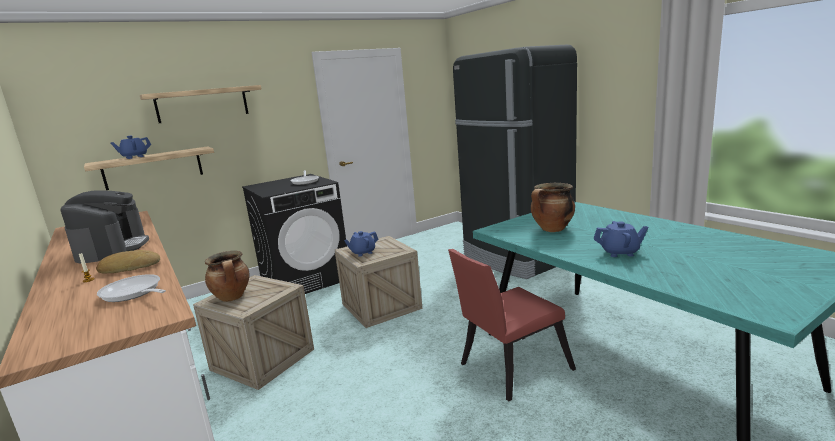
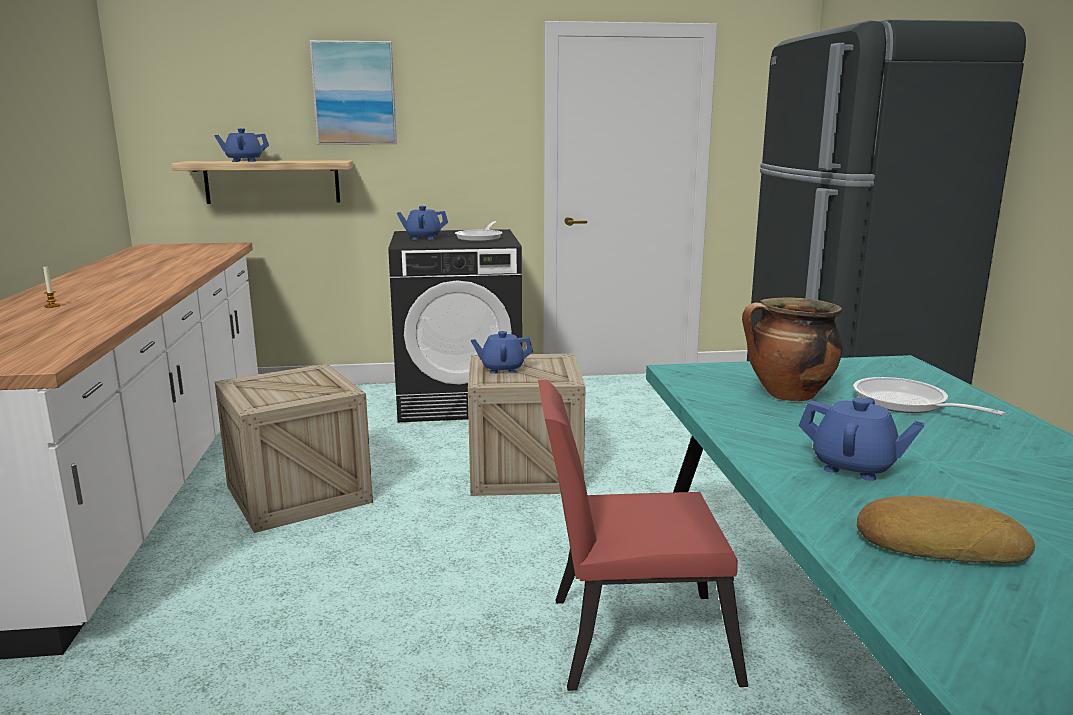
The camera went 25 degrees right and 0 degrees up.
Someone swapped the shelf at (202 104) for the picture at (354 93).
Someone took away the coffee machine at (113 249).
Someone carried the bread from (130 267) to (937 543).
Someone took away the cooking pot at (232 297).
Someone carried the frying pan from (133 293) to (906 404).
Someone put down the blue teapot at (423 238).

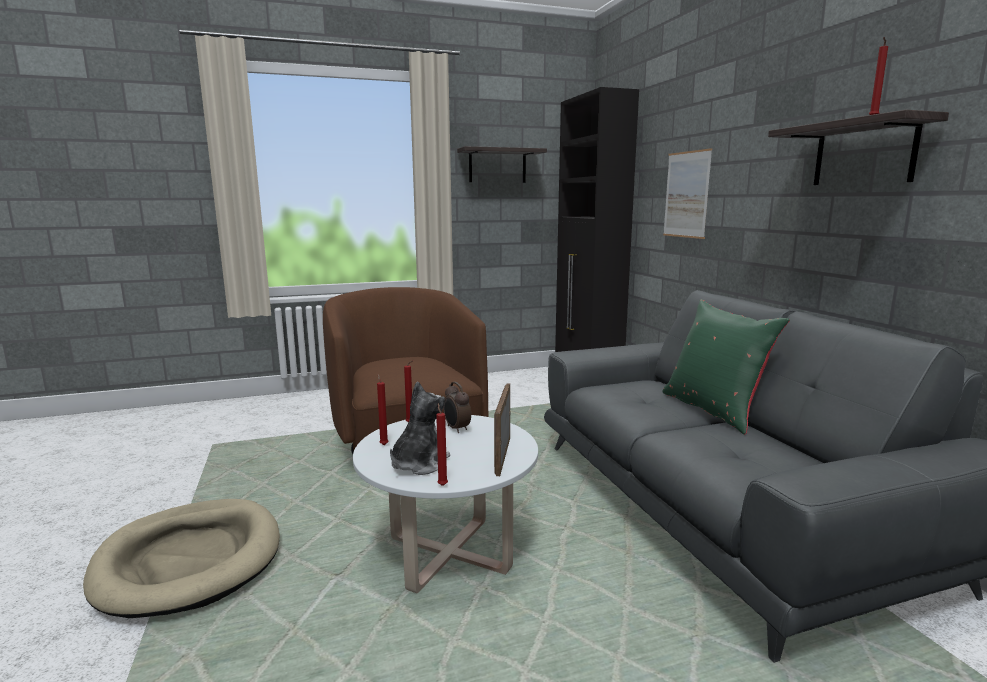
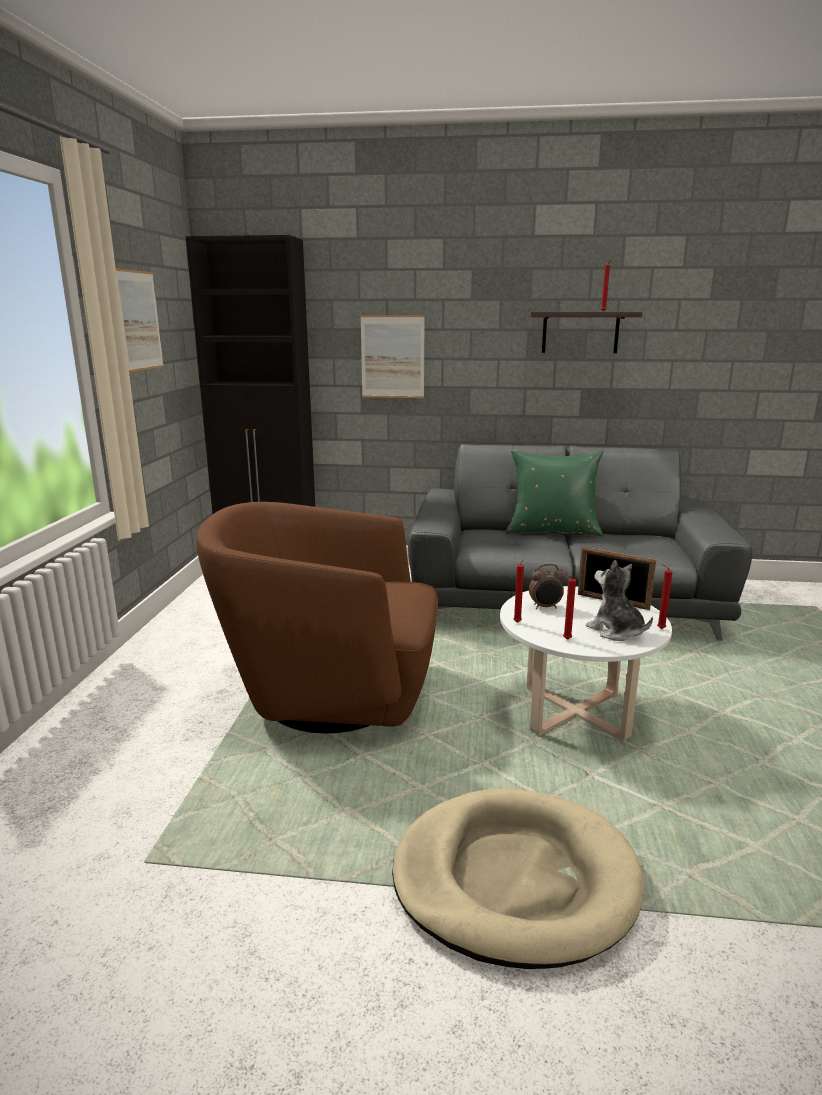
The camera went 65 degrees left and 5 degrees up.
Someone swapped the shelf at (497 166) for the picture at (139 321).

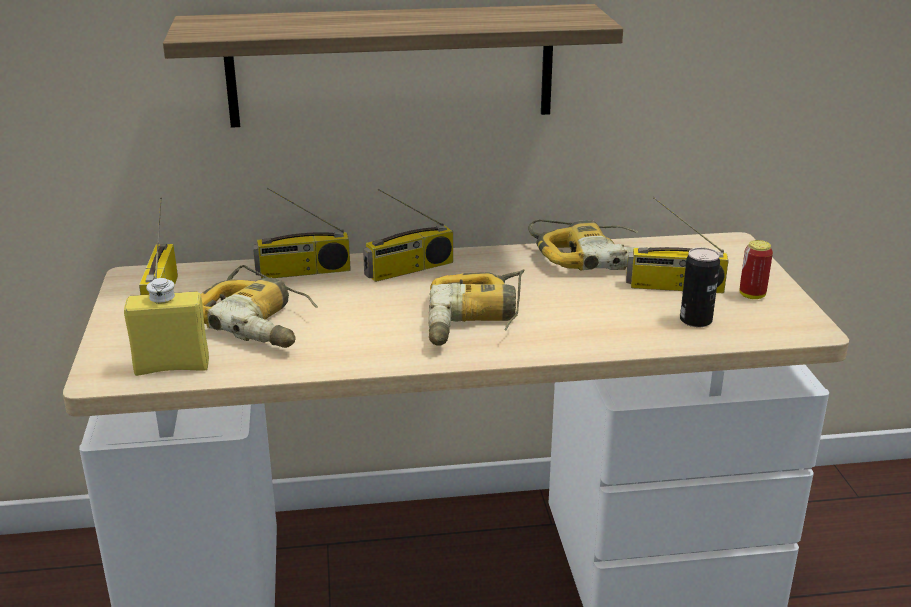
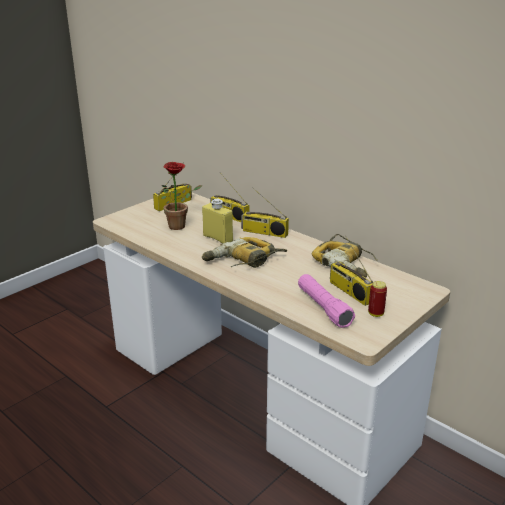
The camera went 50 degrees right and 0 degrees up.
Someone took away the shelf at (391 65).
Someone swapped the can at (695 320) for the pink flashlight at (323 308).
Someone swapped the power drill at (260 321) for the potted plant at (180 226).
Someone carried the yellow bottle from (172 367) to (218 238).

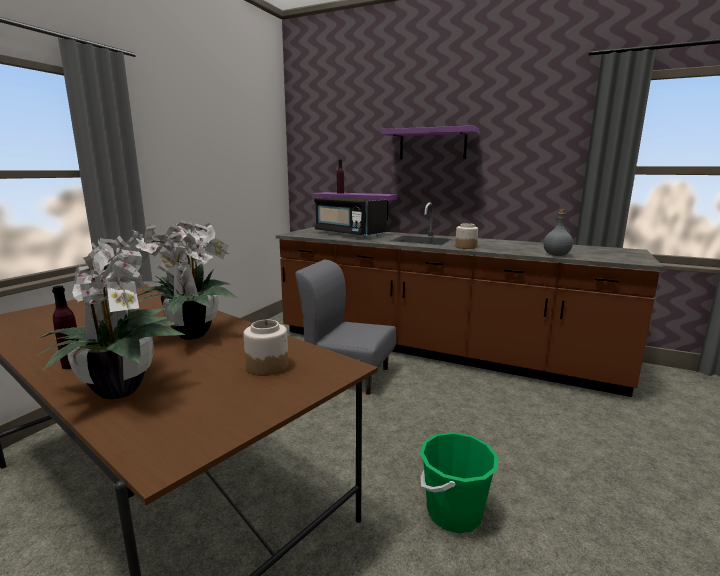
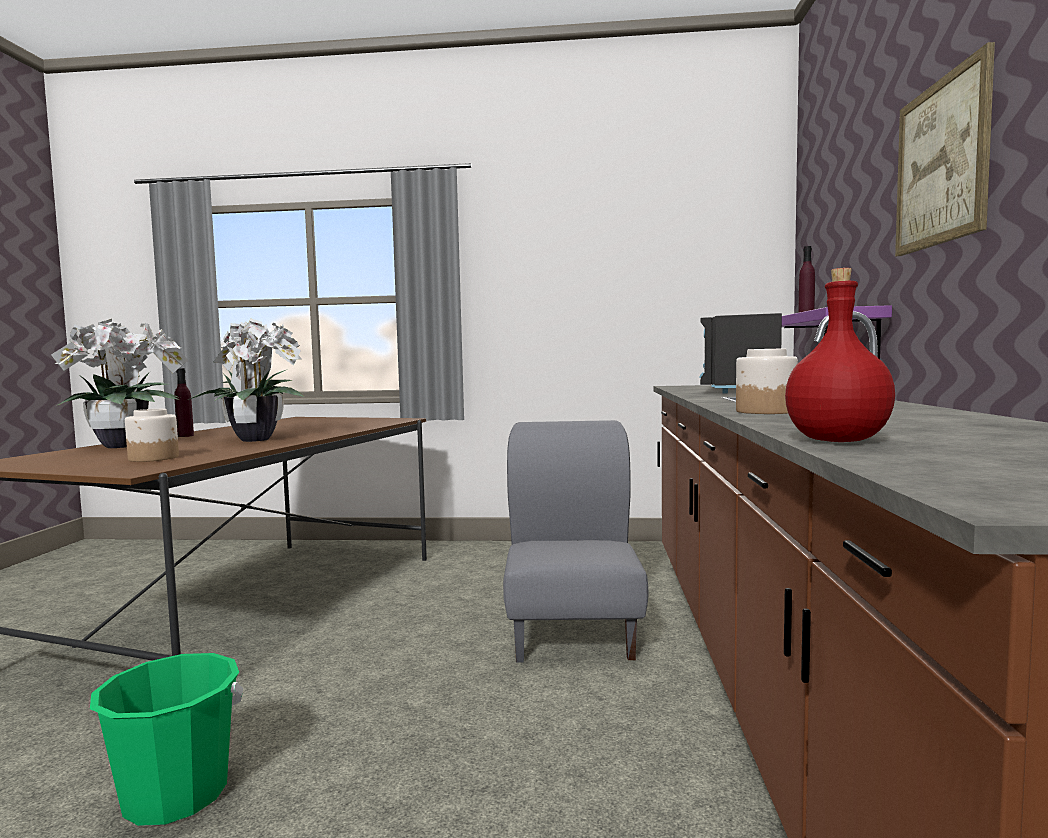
The camera went 70 degrees right and 10 degrees down.
Someone swapped the purple shelf at (432 144) for the picture at (941 163).
Someone repainted the grey bottle at (556 255), which became the red bottle at (835 441).

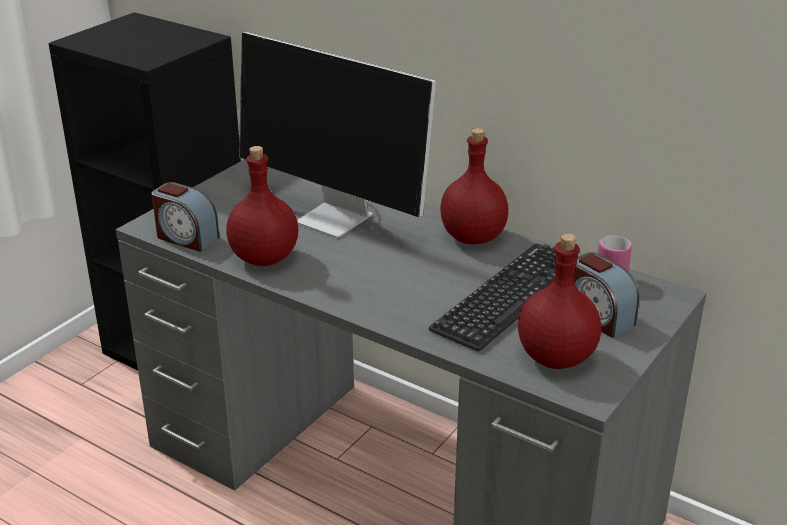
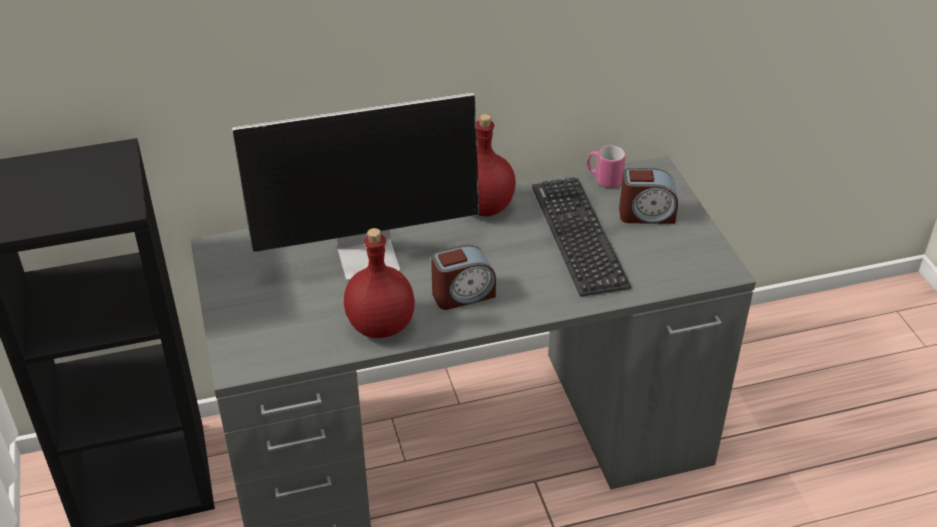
The camera went 50 degrees left and 10 degrees up.
Someone carried the alarm clock from (186 238) to (463 294).
Someone took away the red bottle at (557 357).

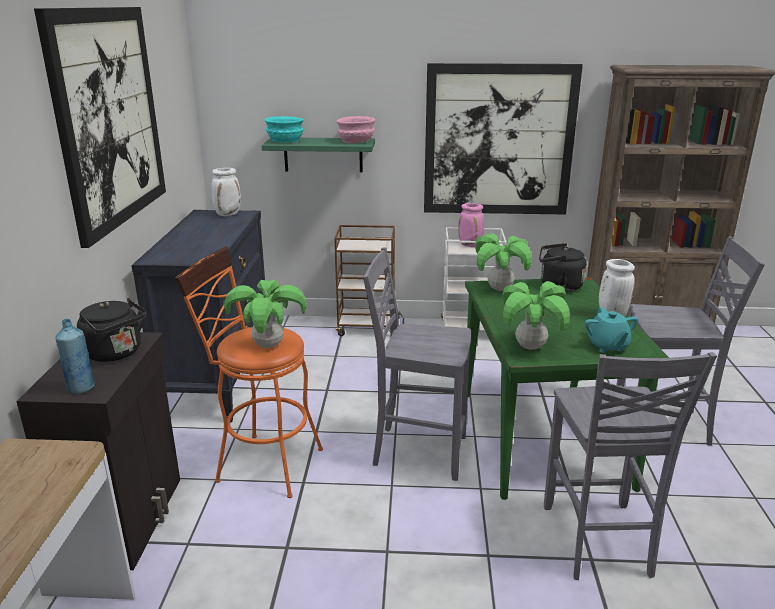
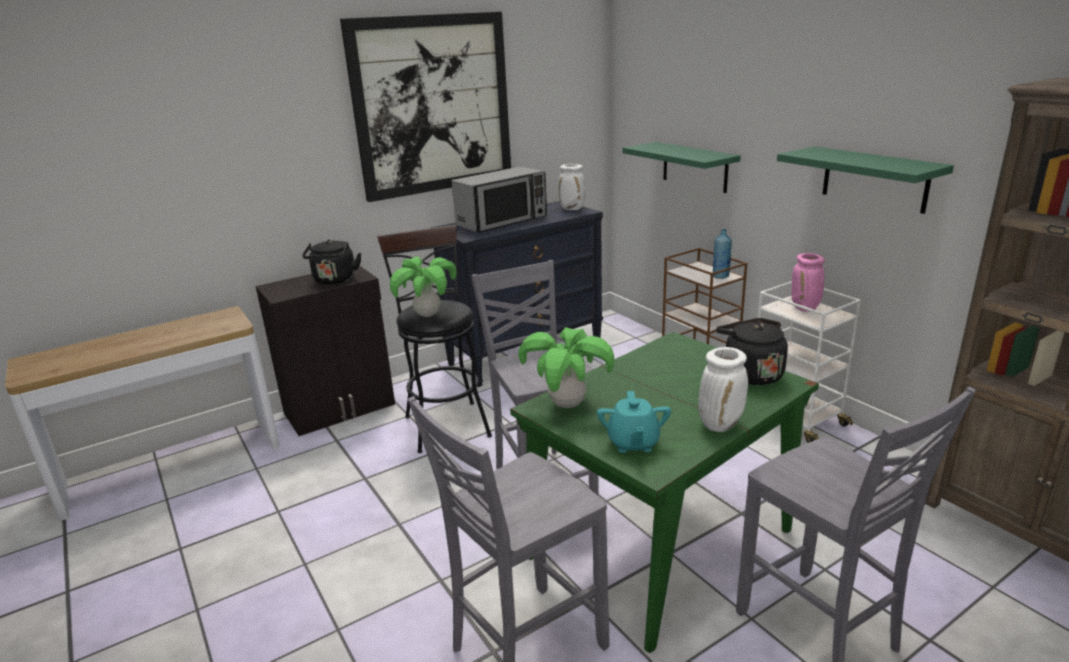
The camera went 55 degrees right and 0 degrees up.
Someone swapped the picture at (498 141) for the green shelf at (874 179).
Someone took away the turquoise bowl at (285 140).
Someone took away the pink bowl at (356 141).
Someone took away the potted plant at (500 289).
Someone repainted the orange stool at (262 463), which became the black stool at (445 422).
Someone rotated the turquoise teapot at (607 346) by 45 degrees counterclockwise.
Someone carried the blue bottle from (81 388) to (720 276).
Someone put down the microwave at (502 221).

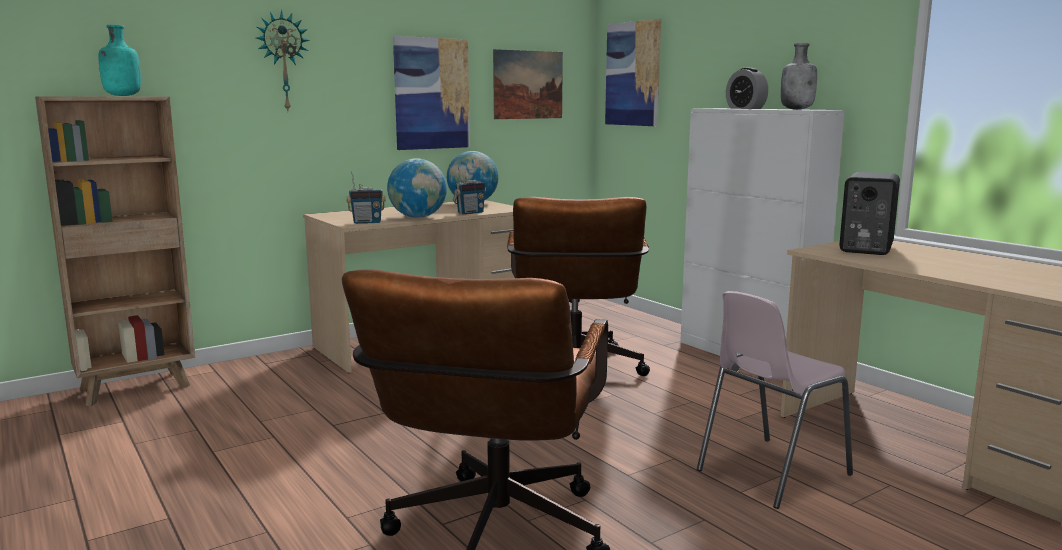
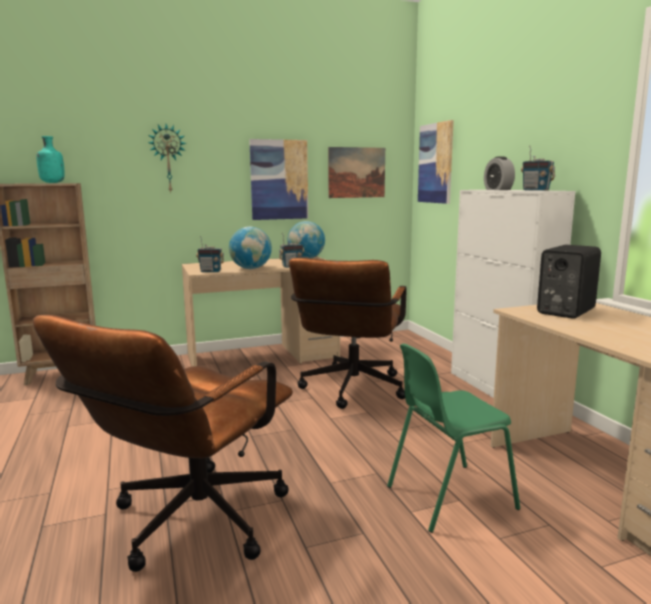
The camera went 15 degrees right and 0 degrees up.
Someone swapped the grey bottle at (797 109) for the radio at (536 190).
Someone repainted the pink chair at (770 472), which became the green chair at (448 497).

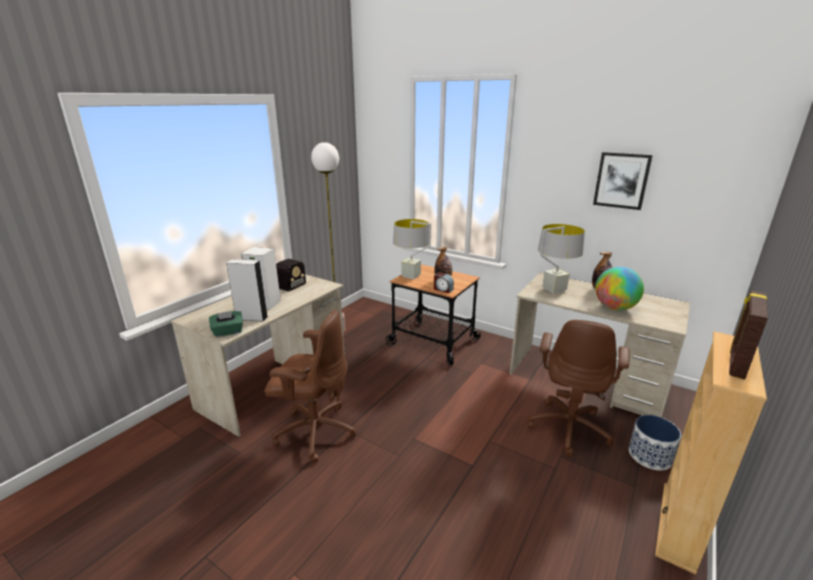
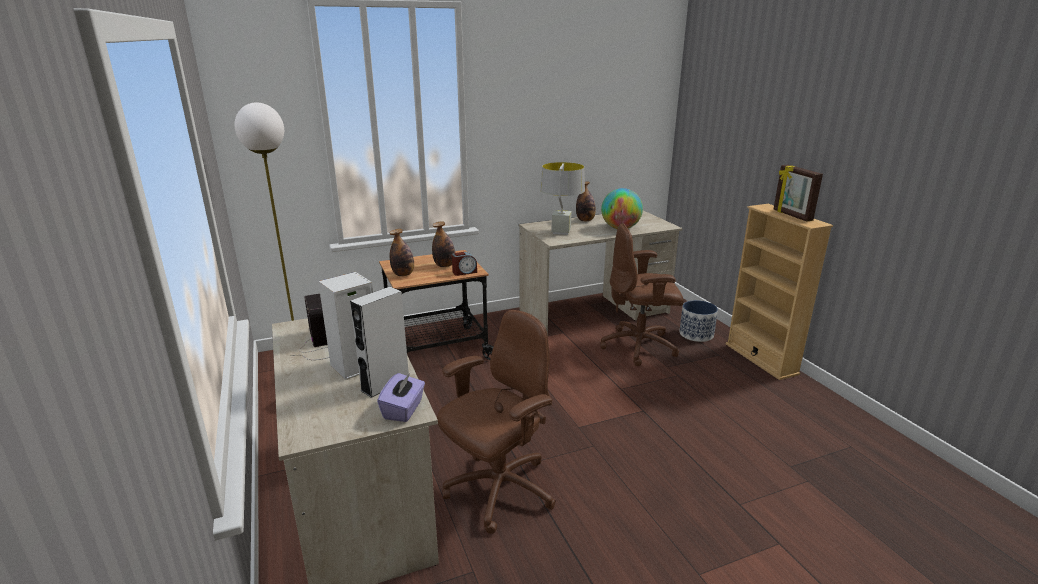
The camera went 55 degrees left and 0 degrees up.
Someone took away the picture at (621 180).
Someone swapped the grey table lamp at (411 276) for the bottle at (403 274).
Someone repainted the green tissue box at (228 332), which became the purple tissue box at (404 410).
Someone rotated the brown office chair at (569 427) by 120 degrees clockwise.

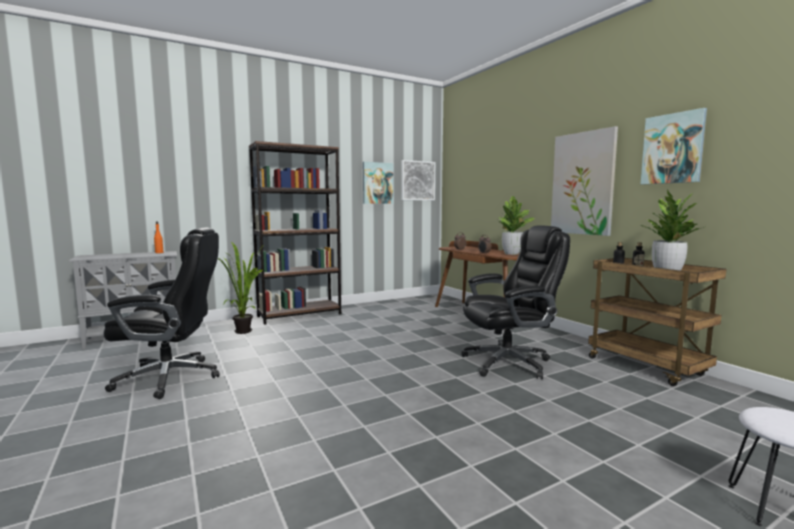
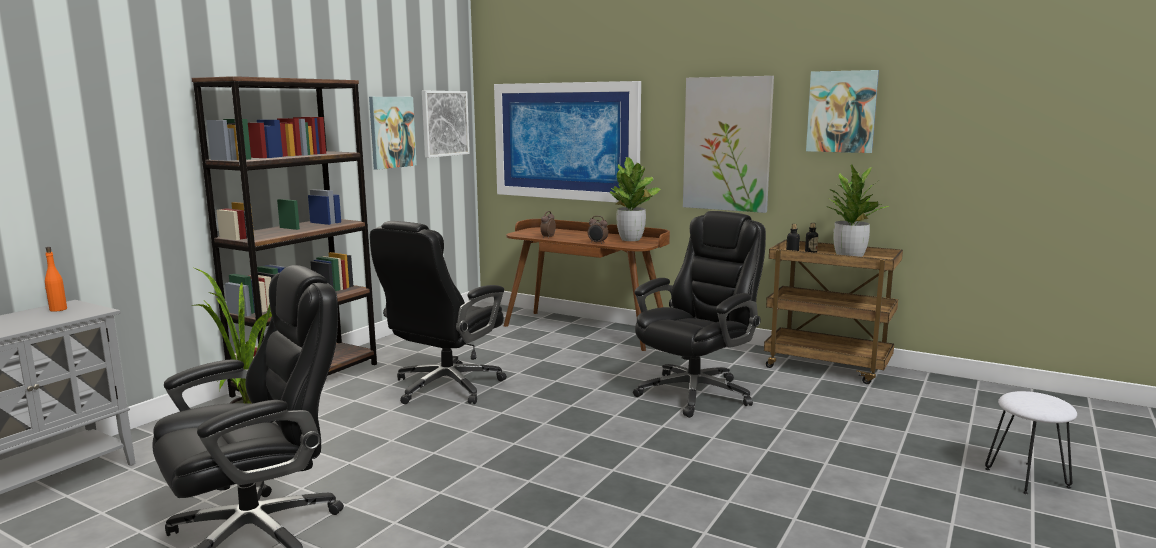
The camera went 30 degrees left and 5 degrees up.
Someone put up the picture at (565 141).
Someone put down the black office chair at (445 387).

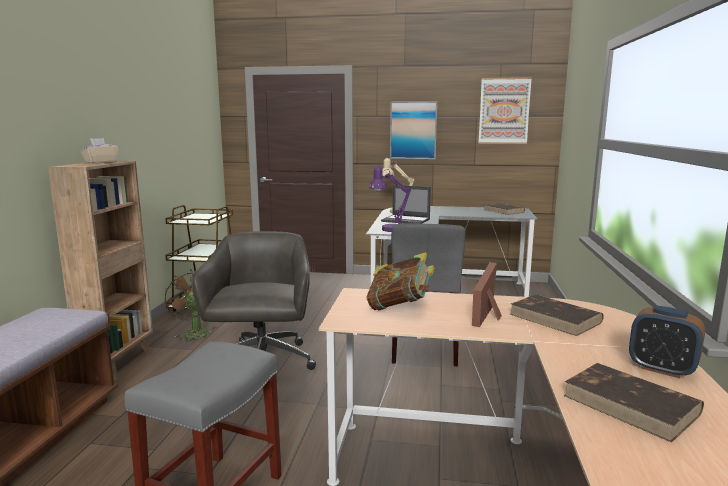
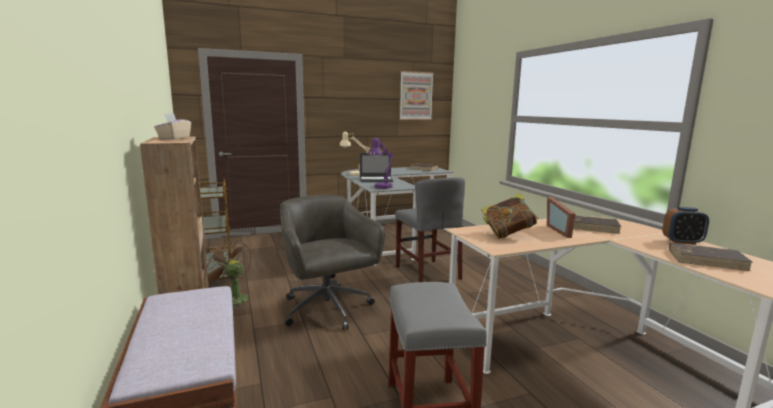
The camera went 30 degrees left and 0 degrees up.
Someone took away the picture at (413 130).

